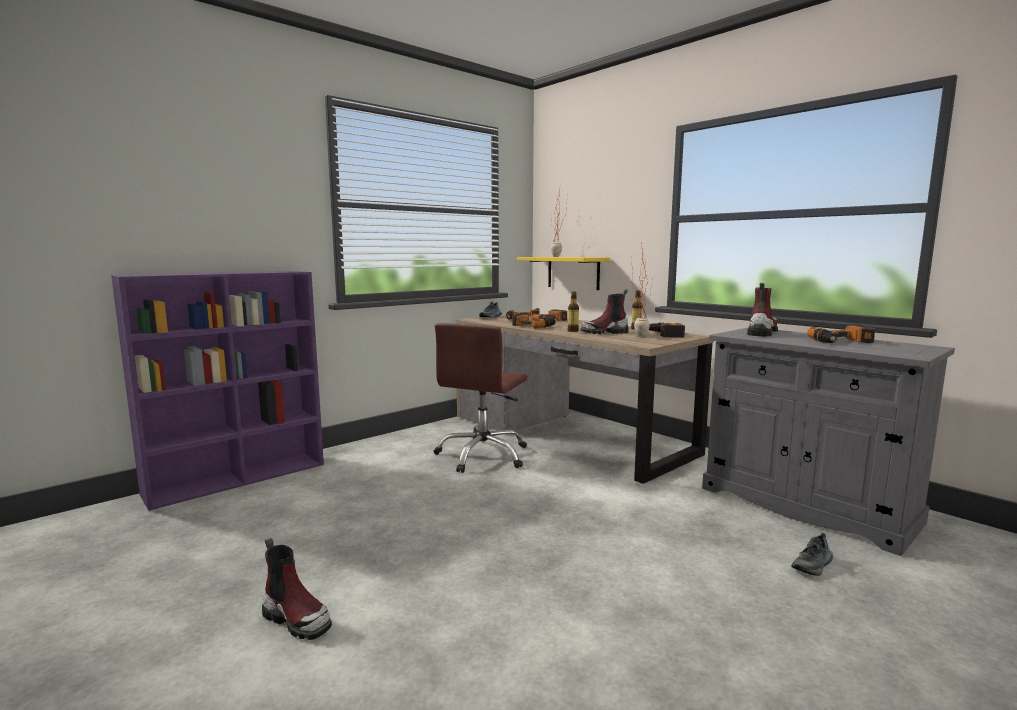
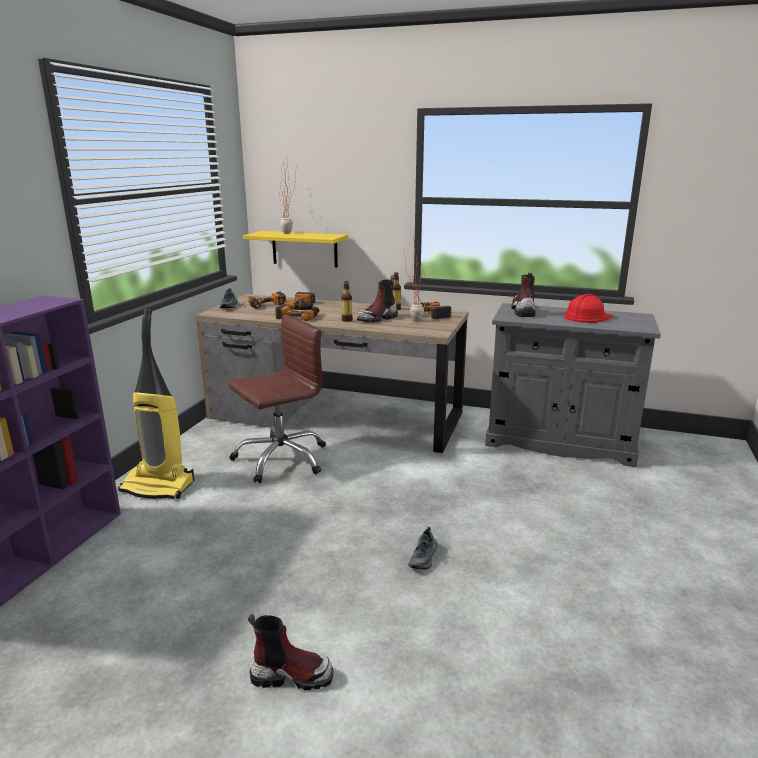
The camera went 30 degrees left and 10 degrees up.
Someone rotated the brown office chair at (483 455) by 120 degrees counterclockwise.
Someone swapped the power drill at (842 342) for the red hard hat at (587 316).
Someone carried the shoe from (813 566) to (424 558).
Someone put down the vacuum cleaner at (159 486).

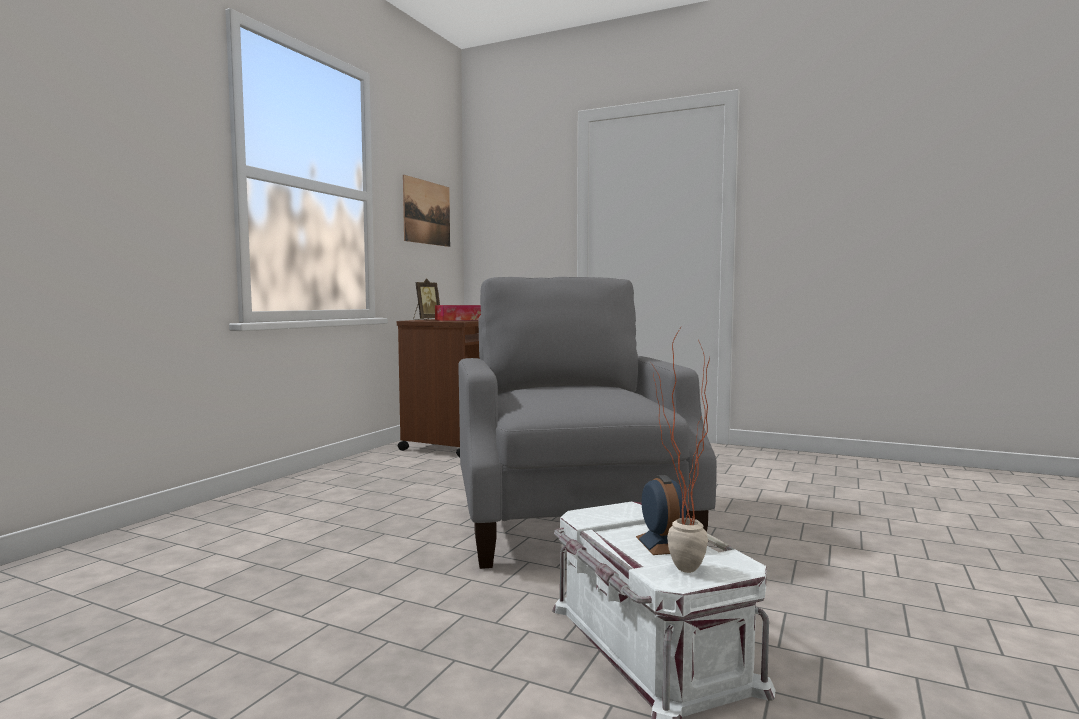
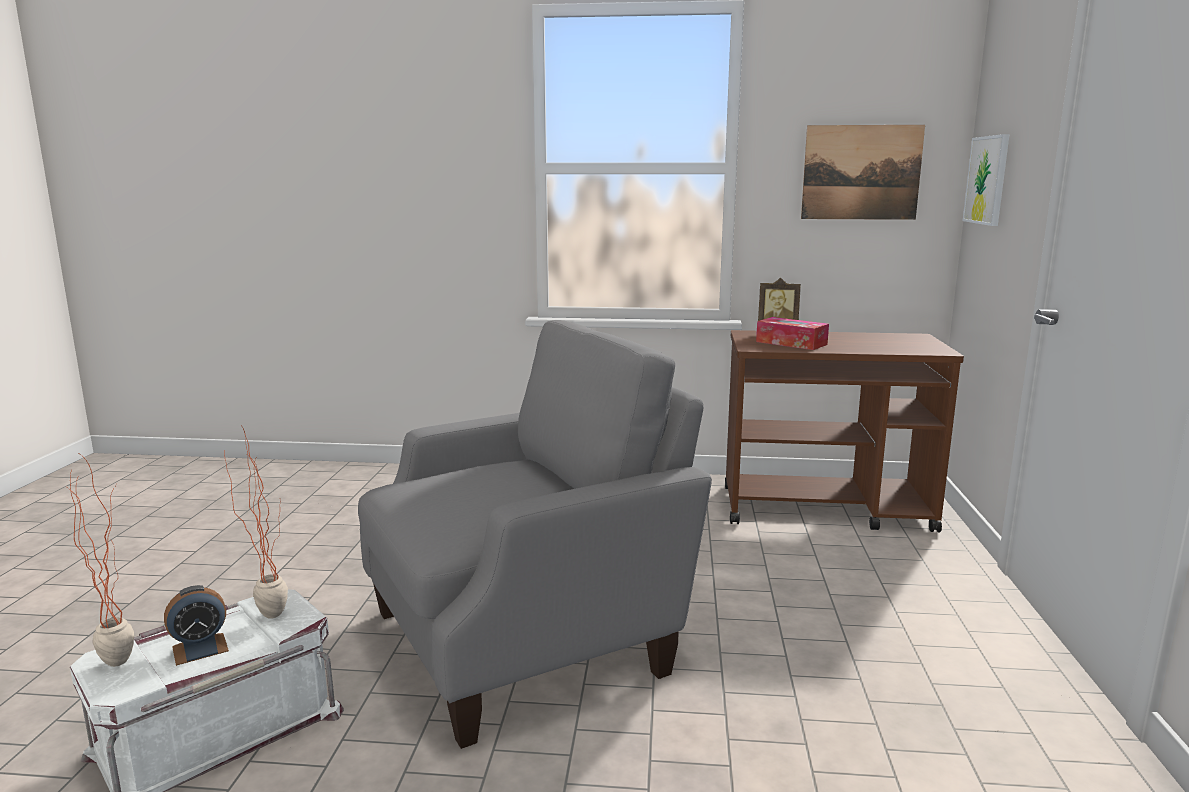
The camera went 70 degrees right and 10 degrees up.
Someone put up the picture at (987 180).
Someone put down the potted plant at (268 611).

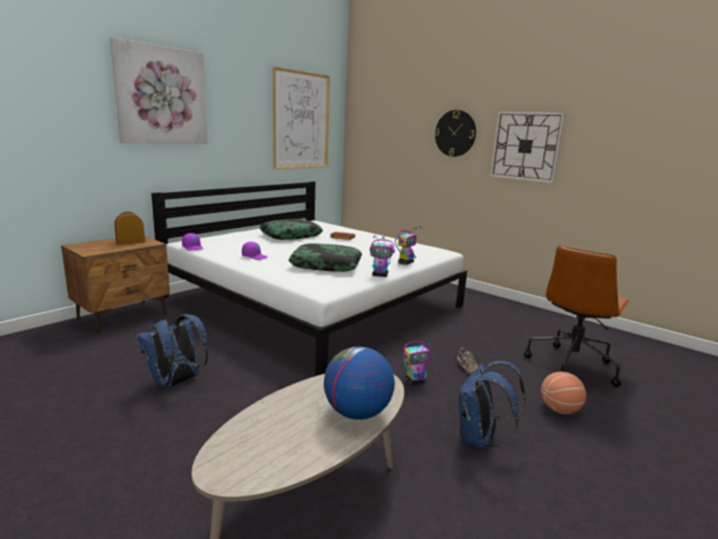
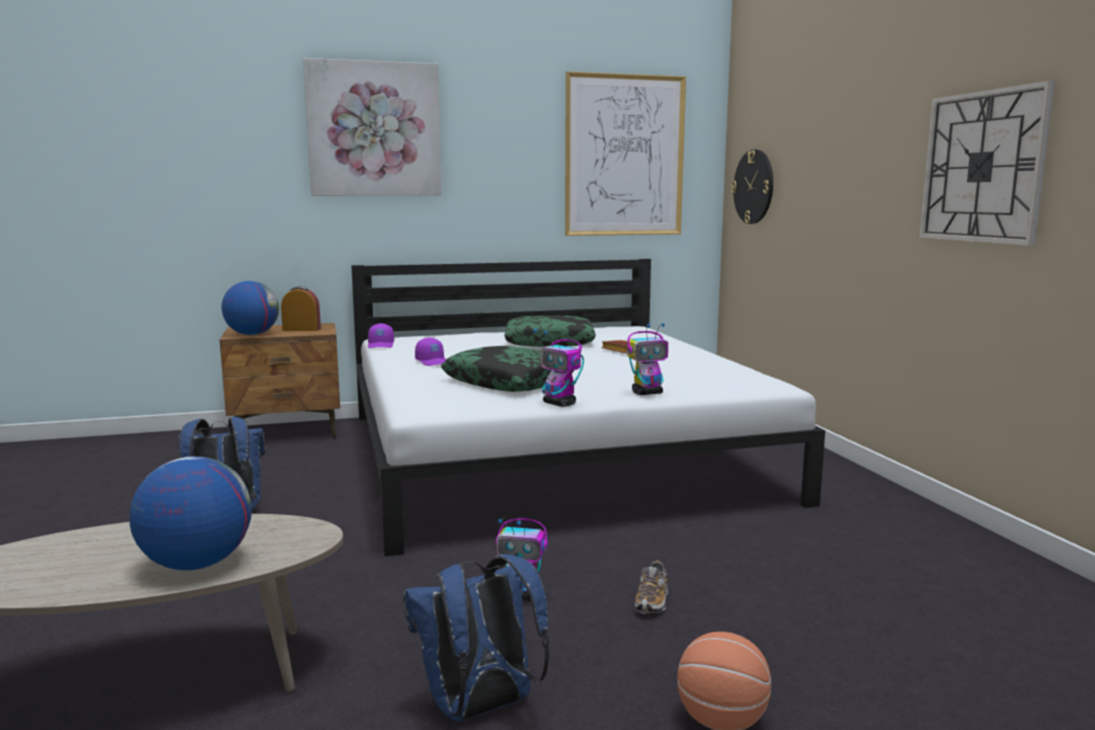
The camera went 35 degrees right and 5 degrees down.
Someone carried the wall clock from (455 133) to (754 187).
Someone took away the brown office chair at (571 365).
Someone put down the globe at (252 334).

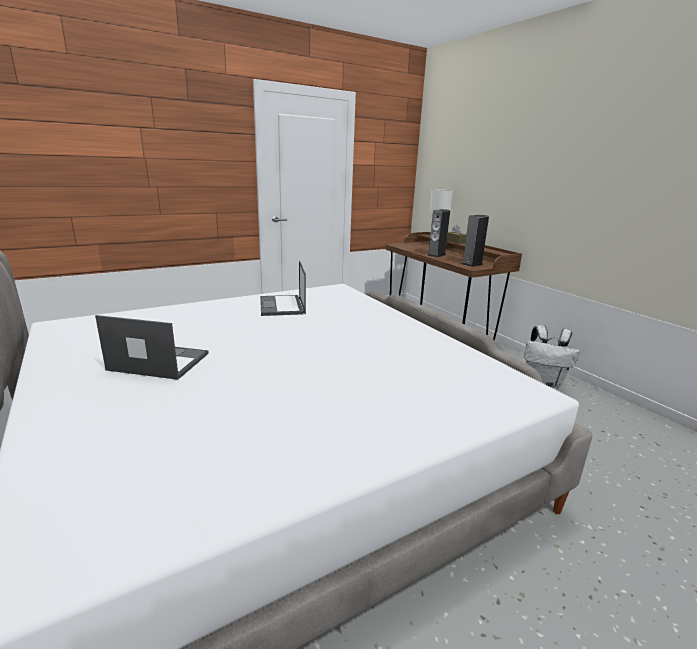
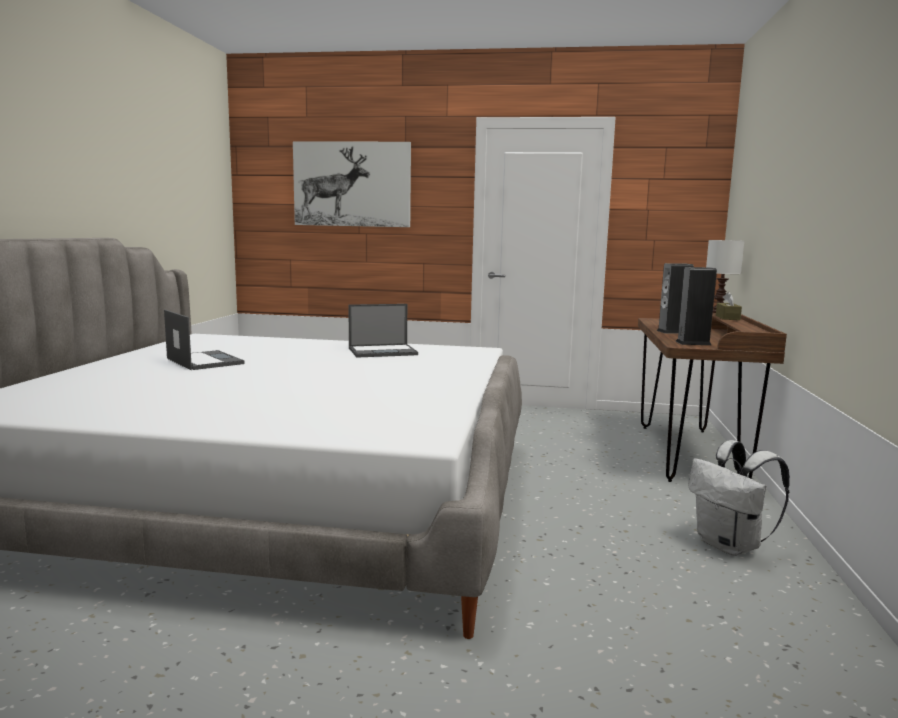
The camera went 40 degrees right and 10 degrees down.
Someone rotated the laptop at (282 306) by 135 degrees counterclockwise.
Someone put up the picture at (352 184).

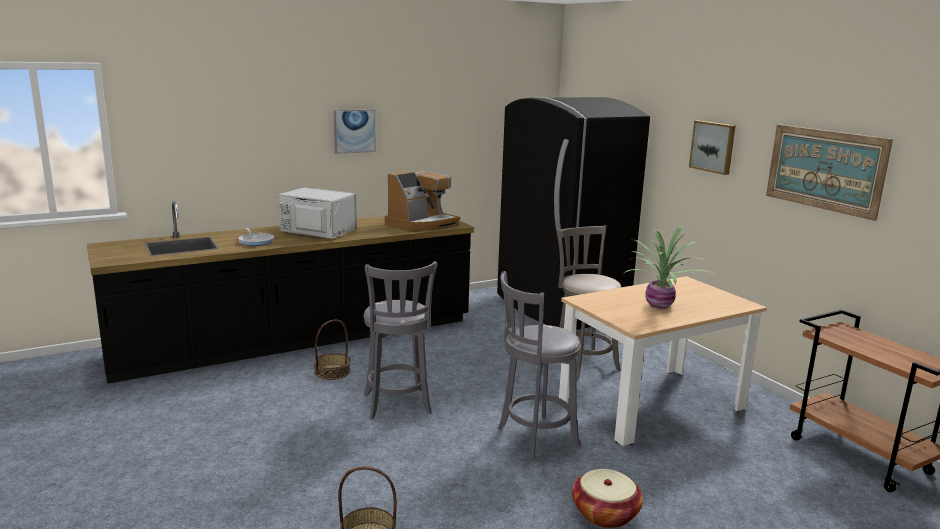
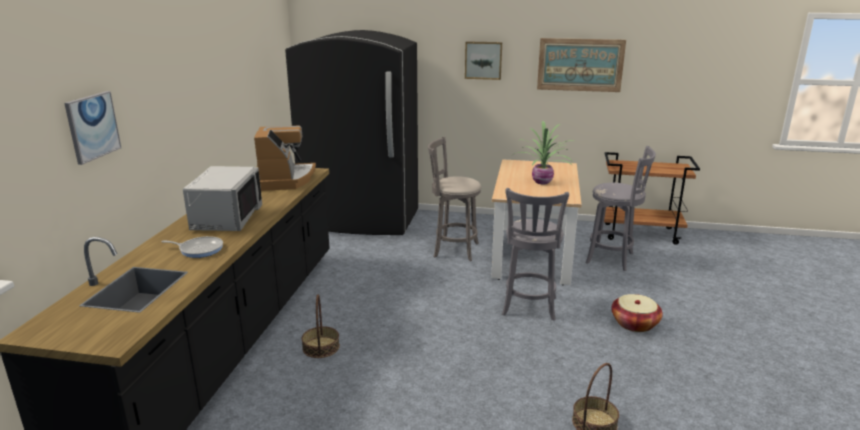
The camera went 50 degrees left and 5 degrees up.
Someone carried the picture from (354 131) to (92 126).
Someone rotated the grey microwave at (317 232) by 120 degrees clockwise.
Someone carried the grey stool from (397 406) to (612 259).

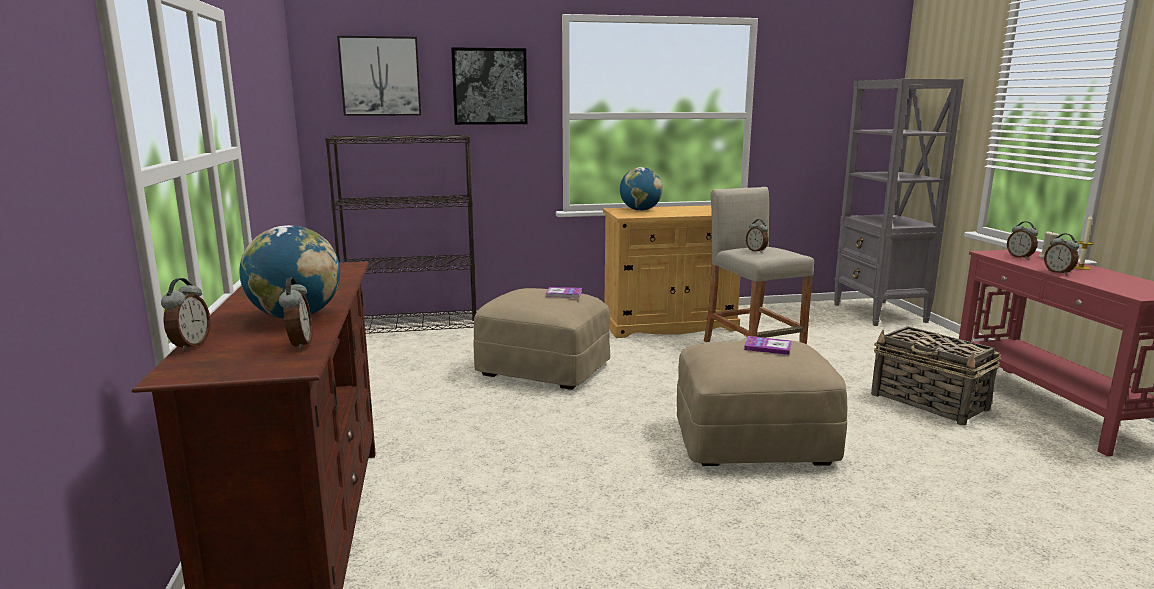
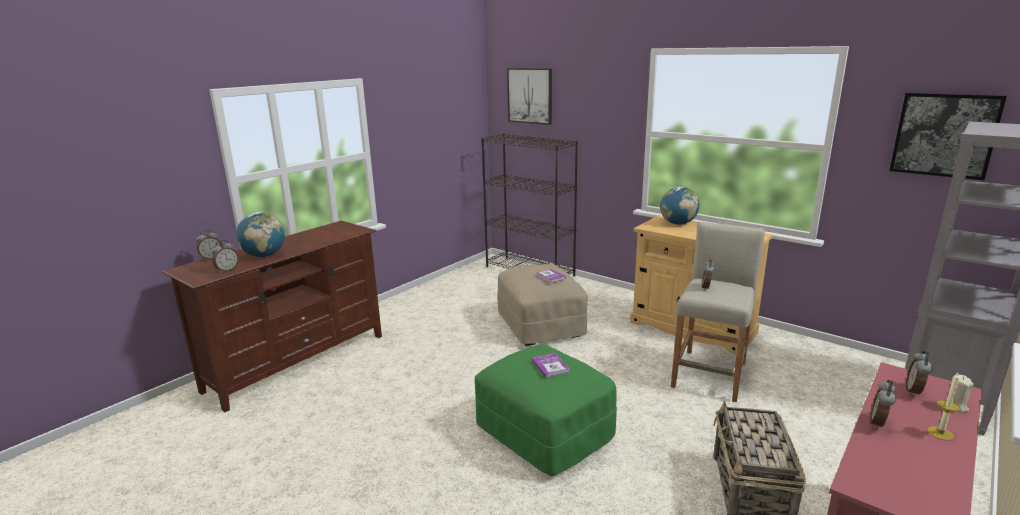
The camera went 50 degrees right and 5 degrees up.
Someone carried the picture from (489 86) to (944 135).
Someone repainted the beige ottoman at (753 441), which became the green ottoman at (545 433).

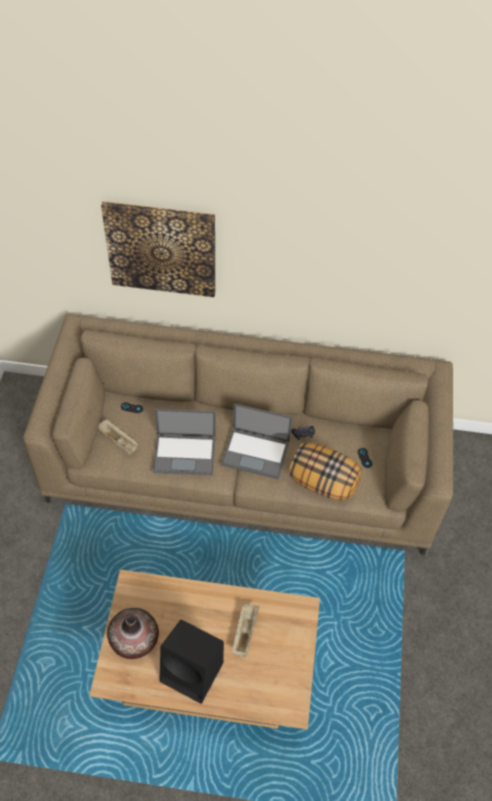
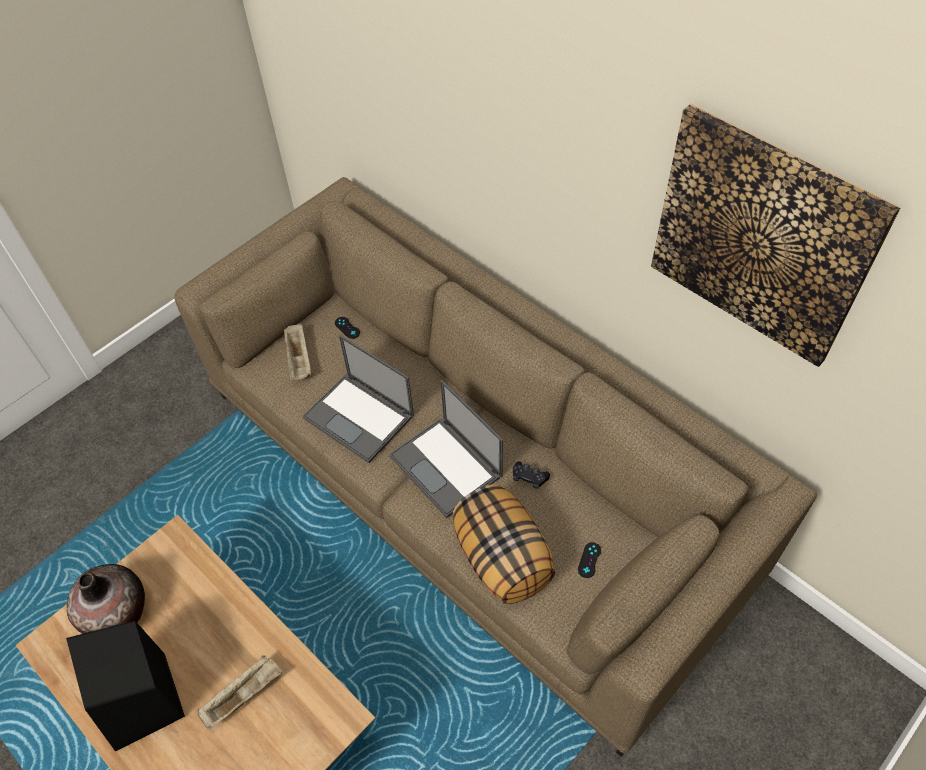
The camera went 40 degrees right and 0 degrees up.
Someone carried the picture from (161 248) to (761 237).

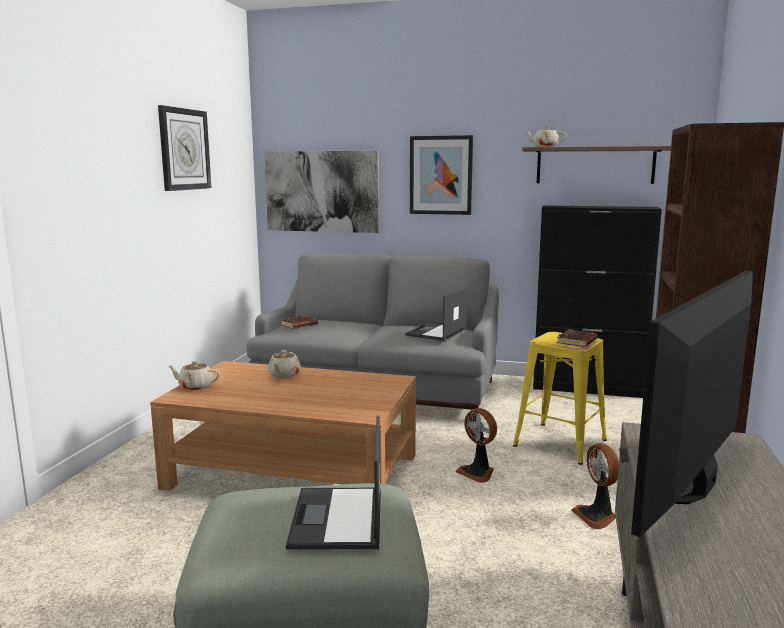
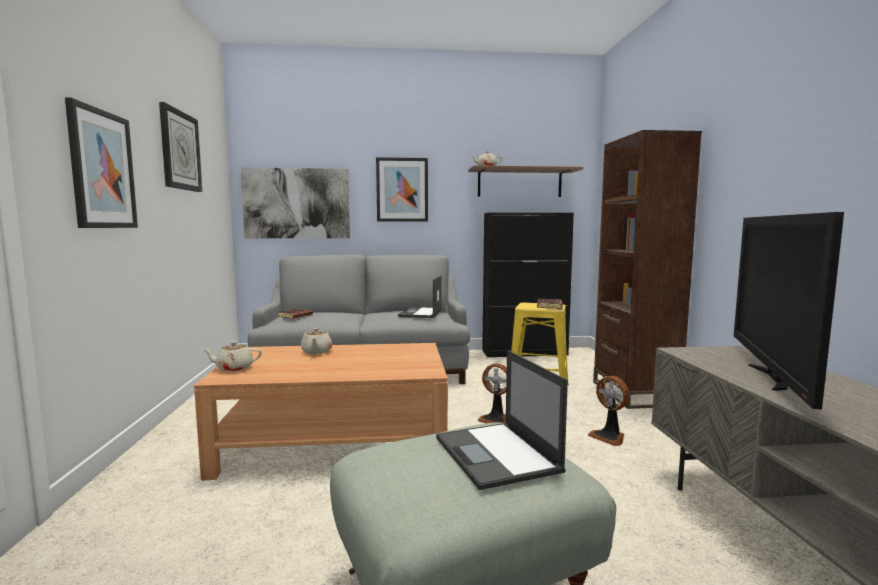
The camera went 20 degrees left and 5 degrees down.
Someone put up the picture at (102 169).

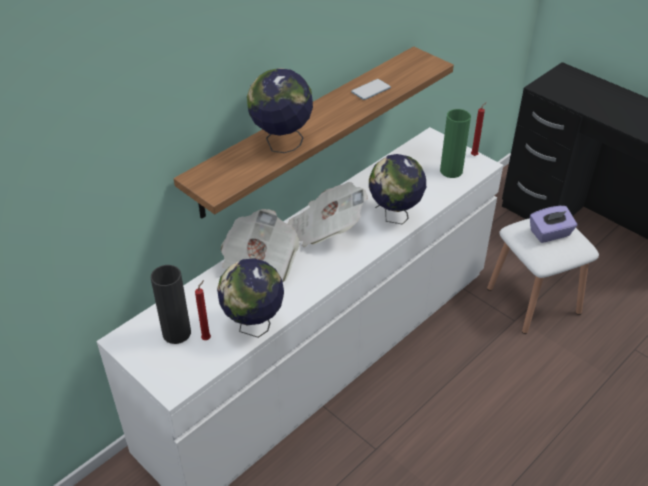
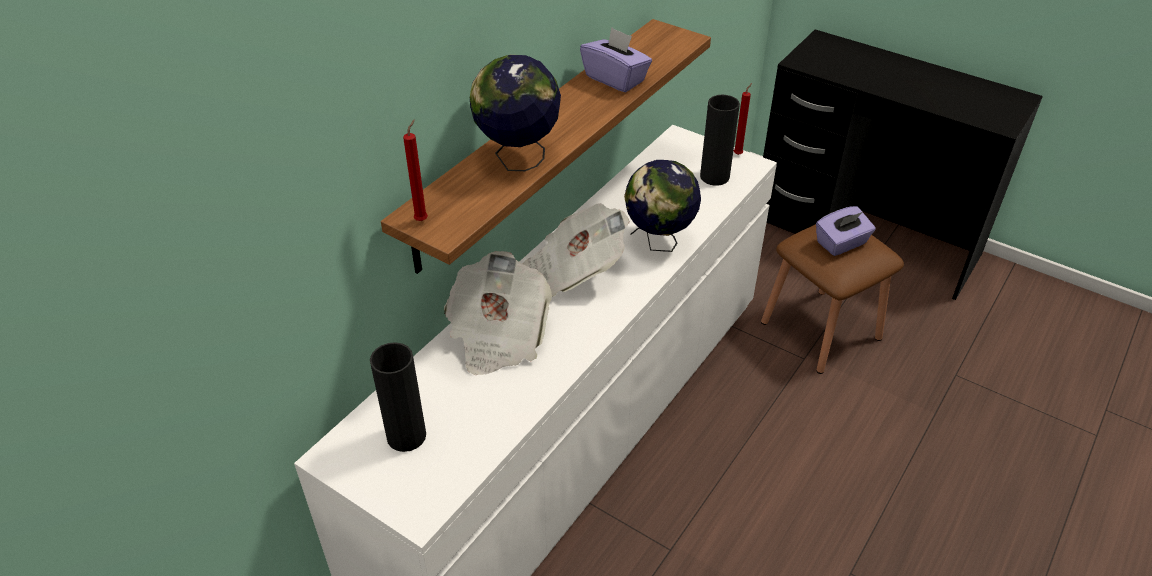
The camera went 10 degrees left and 0 degrees up.
Someone swapped the phone at (371 90) for the purple tissue box at (615 79).
Someone repainted the green vase at (451 171), which became the black vase at (714 177).
Someone repainted the white stool at (533 300), which became the brown stool at (820 330).
Someone took away the globe at (253 326).
Someone carried the red candle from (207 338) to (422 219).

